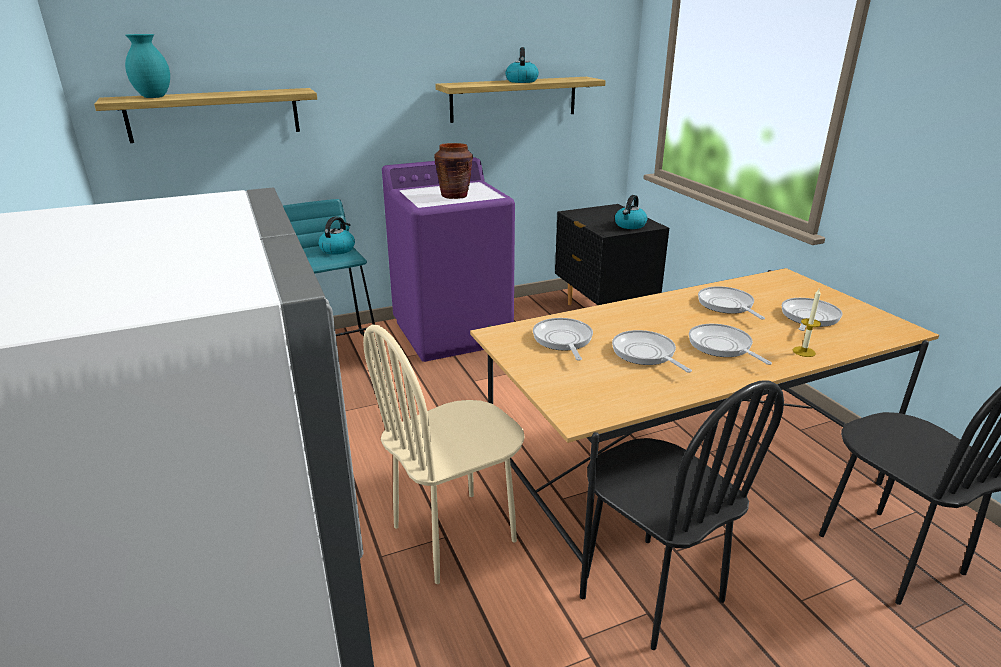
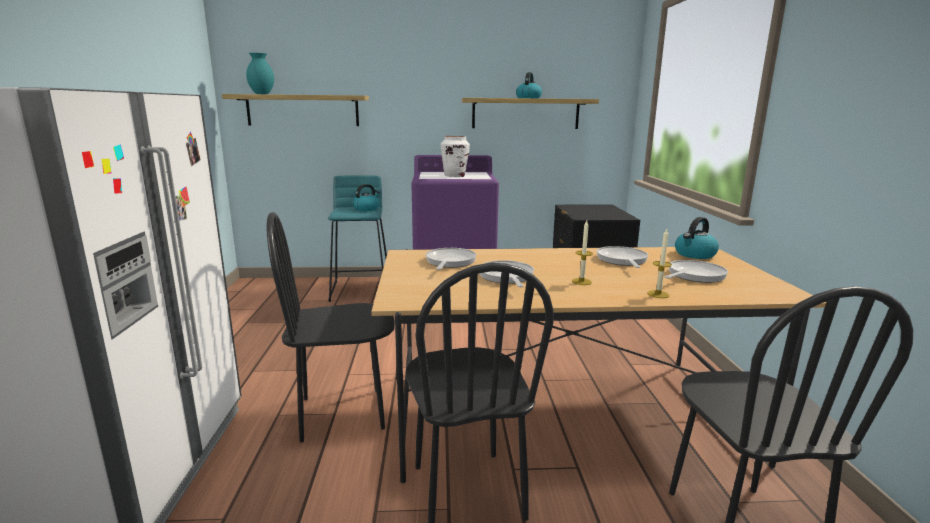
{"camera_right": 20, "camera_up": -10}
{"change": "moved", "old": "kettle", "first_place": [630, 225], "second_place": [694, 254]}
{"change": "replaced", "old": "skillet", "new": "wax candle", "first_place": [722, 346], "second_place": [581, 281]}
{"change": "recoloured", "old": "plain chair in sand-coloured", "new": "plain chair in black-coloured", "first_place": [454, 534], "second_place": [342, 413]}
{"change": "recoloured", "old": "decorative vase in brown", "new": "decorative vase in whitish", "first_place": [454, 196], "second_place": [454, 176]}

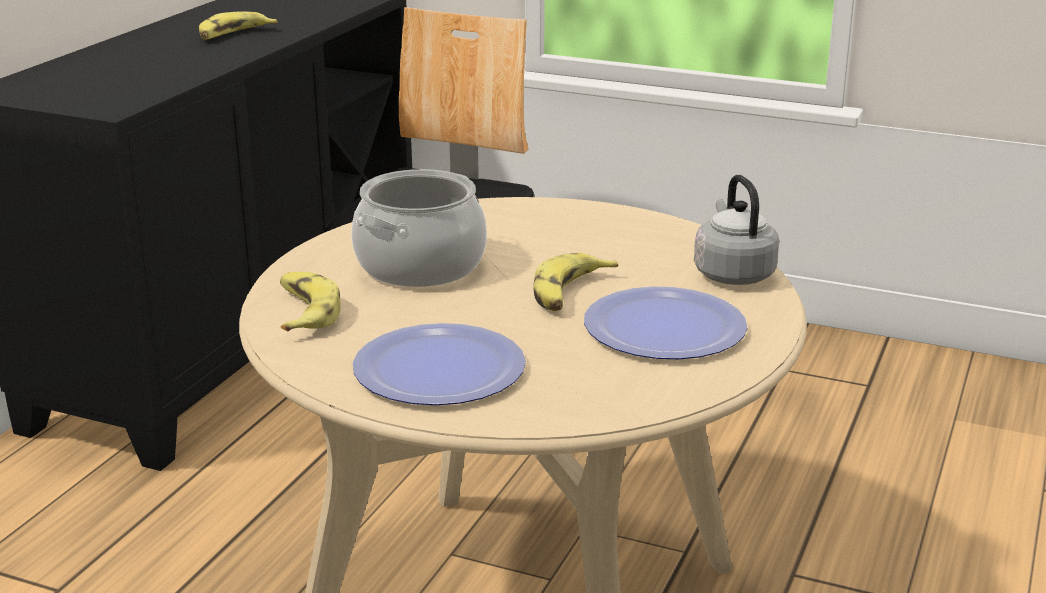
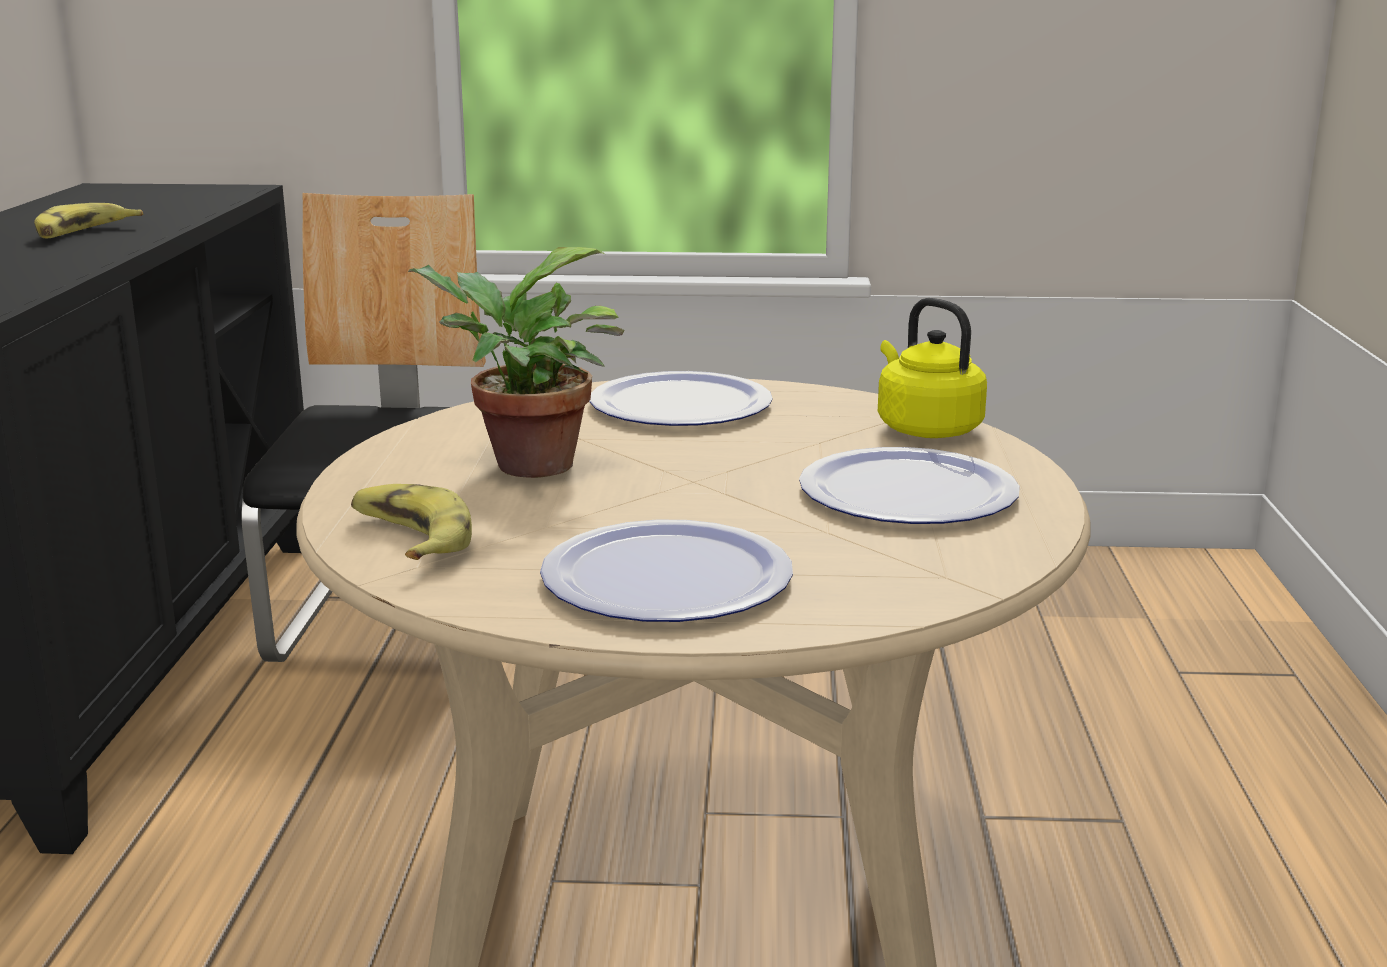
{"camera_right": -20, "camera_up": -5}
{"change": "removed", "old": "whole banana", "first_place": [569, 293]}
{"change": "added", "new": "dinner plate", "second_place": [680, 405]}
{"change": "replaced", "old": "stockpot", "new": "houseplant", "first_place": [419, 265], "second_place": [524, 466]}
{"change": "recoloured", "old": "kettle in gray", "new": "kettle in yellow-coloured", "first_place": [732, 273], "second_place": [925, 428]}

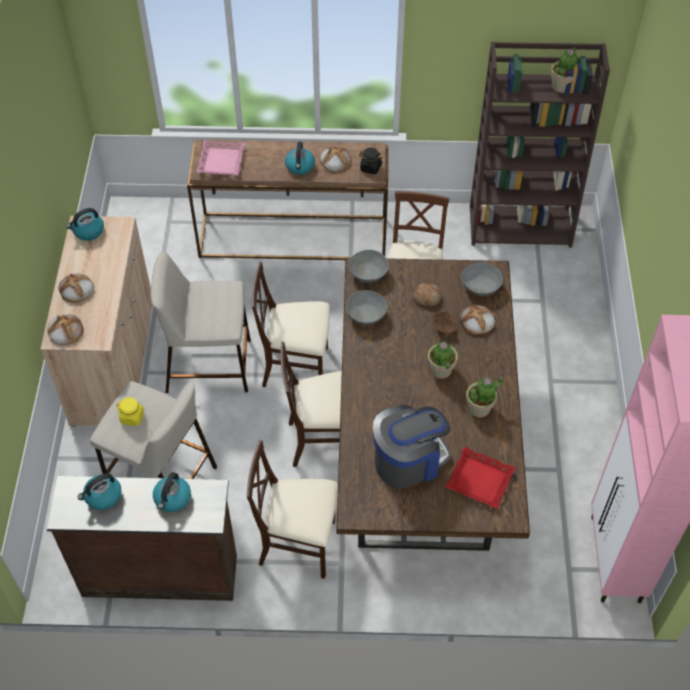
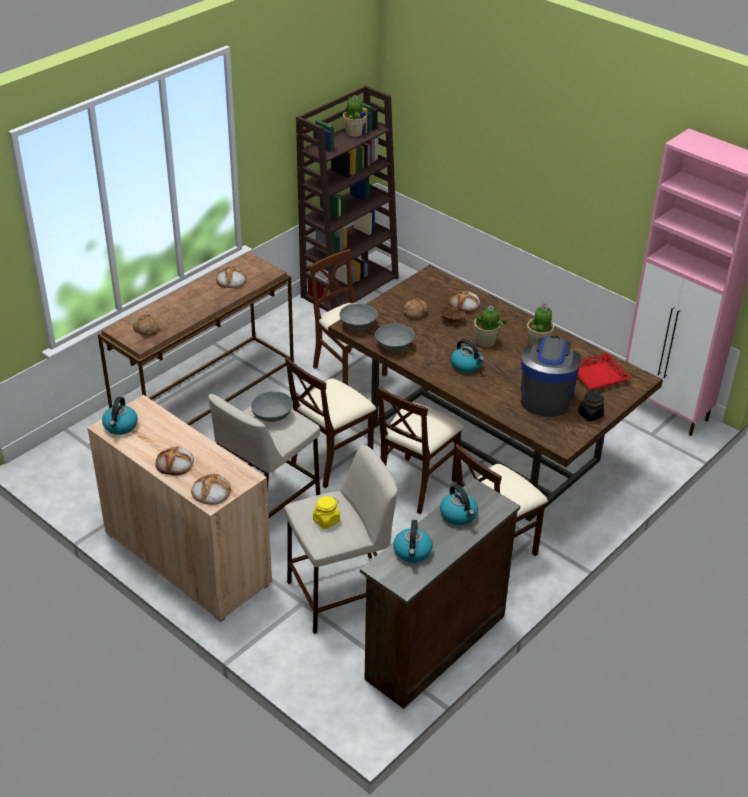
{"camera_right": -50, "camera_up": -15}
{"change": "moved", "old": "kettle", "first_place": [300, 166], "second_place": [467, 365]}
{"change": "moved", "old": "preserve jar in black-coloured", "first_place": [370, 168], "second_place": [590, 415]}
{"change": "moved", "old": "deep dish in gray", "first_place": [481, 286], "second_place": [272, 415]}
{"change": "replaced", "old": "tray in pink", "new": "bread", "first_place": [221, 161], "second_place": [146, 329]}

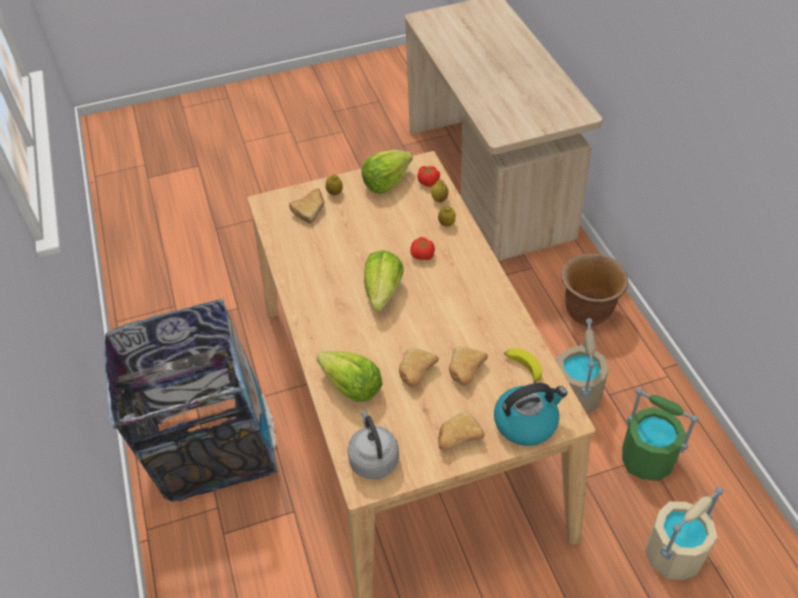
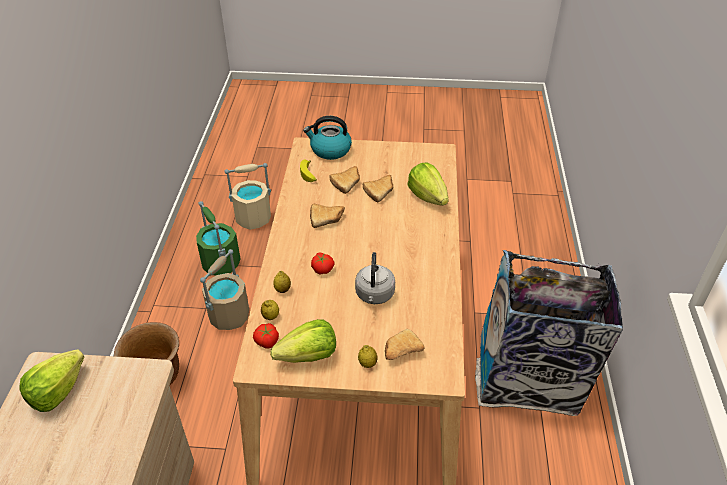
{"camera_right": -160, "camera_up": -5}
{"change": "moved", "old": "kettle in gray", "first_place": [373, 458], "second_place": [374, 295]}
{"change": "moved", "old": "head of lettuce", "first_place": [383, 292], "second_place": [57, 391]}
{"change": "moved", "old": "bread", "first_place": [456, 438], "second_place": [327, 219]}

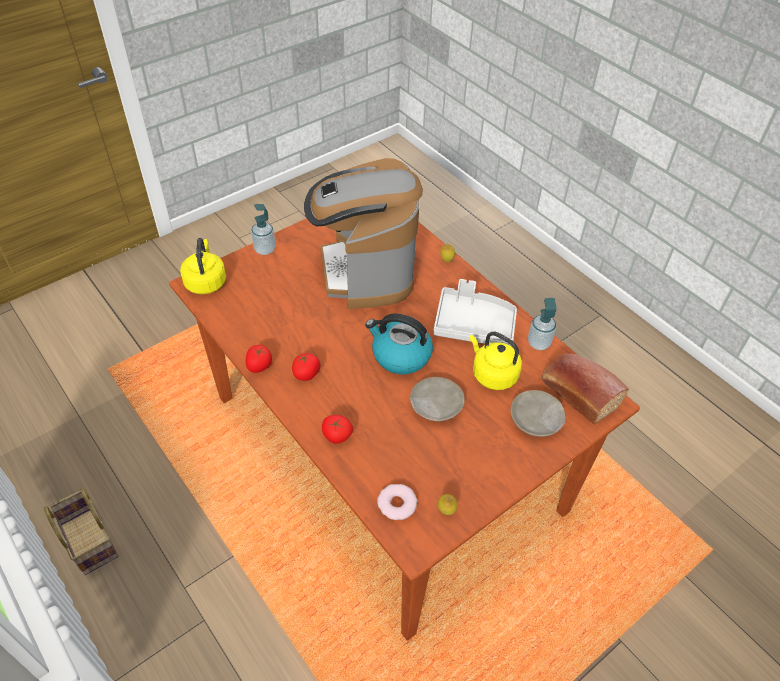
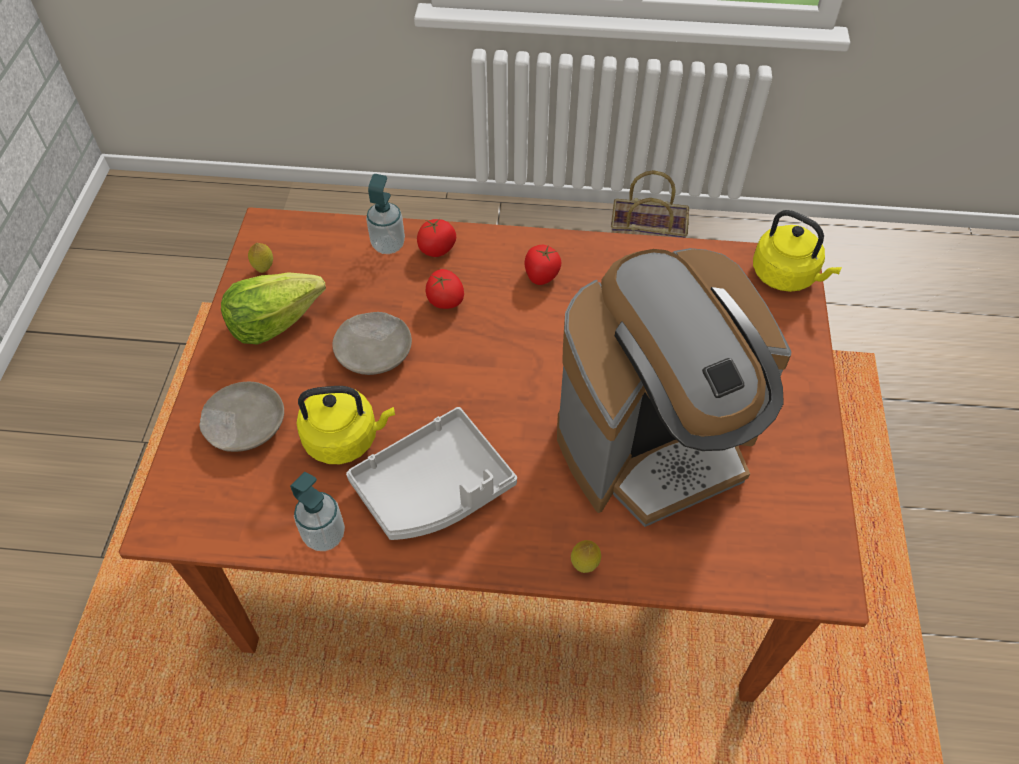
{"camera_right": 135, "camera_up": 5}
{"change": "removed", "old": "kettle", "first_place": [400, 355]}
{"change": "removed", "old": "donut", "first_place": [396, 504]}
{"change": "removed", "old": "bread", "first_place": [577, 393]}
{"change": "added", "new": "head of lettuce", "second_place": [274, 320]}
{"change": "moved", "old": "fresh tomato", "first_place": [259, 366], "second_place": [445, 300]}
{"change": "moved", "old": "soap dispenser", "first_place": [265, 249], "second_place": [388, 245]}
{"change": "turned", "old": "coffee machine", "first_place": [365, 271], "second_place": [656, 444], "degrees": 120}

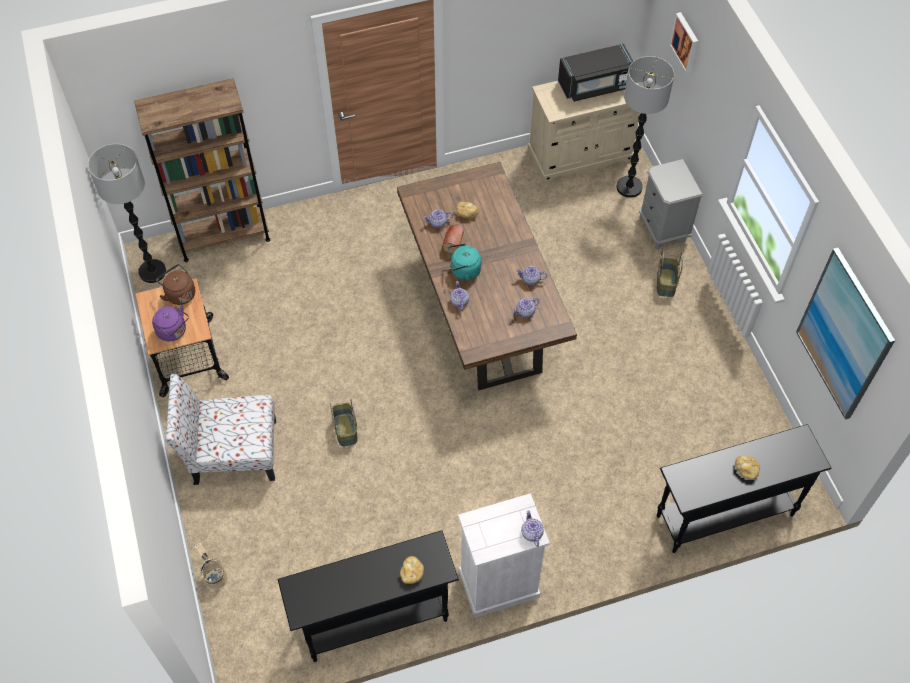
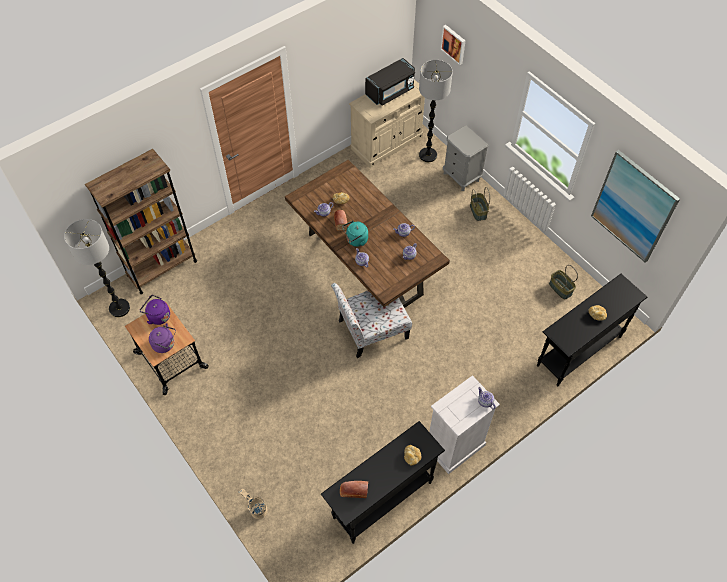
{"camera_right": -20, "camera_up": 0}
{"change": "added", "new": "bread", "second_place": [353, 491]}
{"change": "moved", "old": "plain chair", "first_place": [232, 452], "second_place": [371, 330]}
{"change": "moved", "old": "household basket", "first_place": [345, 429], "second_place": [560, 289]}
{"change": "recoloured", "old": "kettle in brown", "new": "kettle in purple-coloured", "first_place": [179, 293], "second_place": [158, 316]}

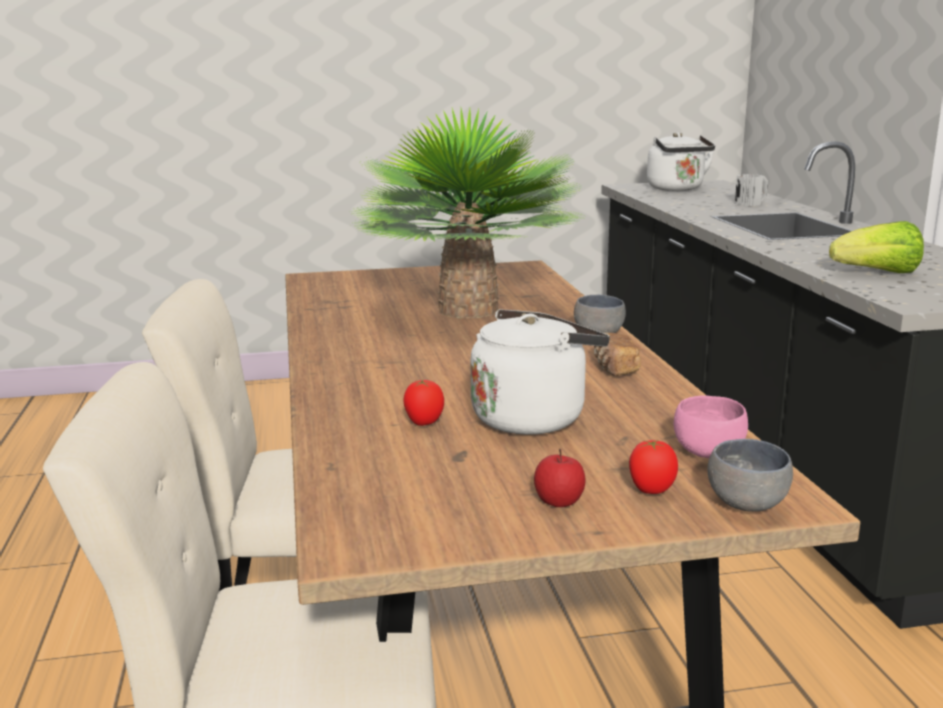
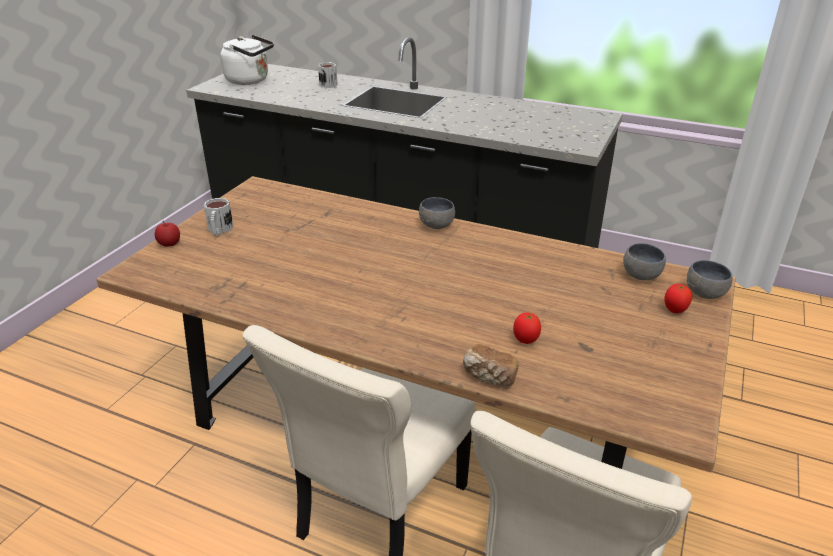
{"camera_right": -55, "camera_up": 15}
{"change": "removed", "old": "houseplant", "first_place": [468, 310]}
{"change": "removed", "old": "kettle in whitish", "first_place": [533, 417]}
{"change": "removed", "old": "head of lettuce", "first_place": [878, 273]}
{"change": "added", "new": "mug", "second_place": [219, 230]}
{"change": "moved", "old": "apple fruit", "first_place": [559, 501], "second_place": [169, 244]}
{"change": "moved", "old": "bread", "first_place": [614, 369], "second_place": [489, 376]}
{"change": "recoloured", "old": "deep dish in pink", "new": "deep dish in gray", "first_place": [709, 454], "second_place": [642, 276]}

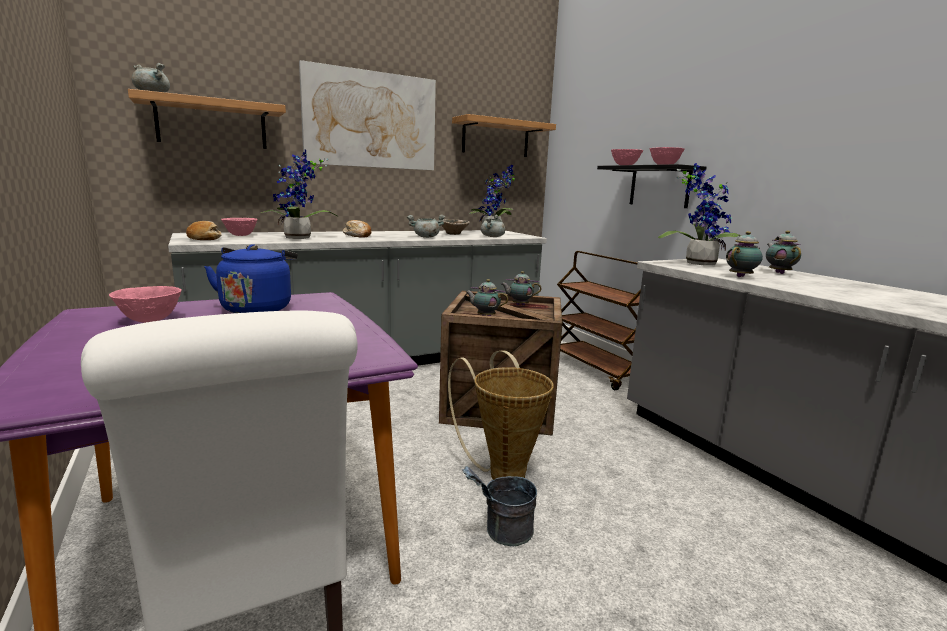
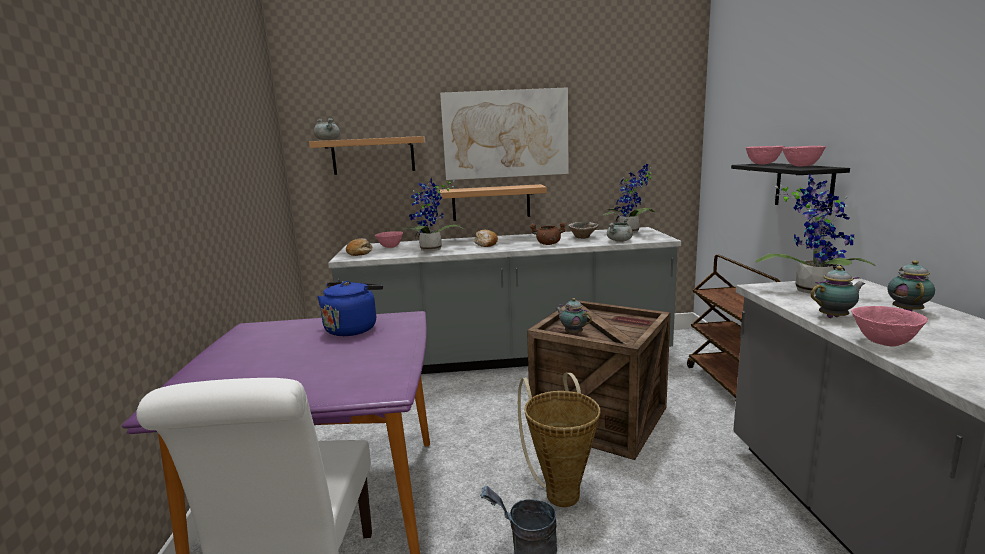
{"camera_right": 25, "camera_up": 0}
{"change": "removed", "old": "tea pot", "first_place": [519, 305]}
{"change": "moved", "old": "deep dish in pink", "first_place": [149, 320], "second_place": [883, 343]}
{"change": "moved", "old": "wall shelf", "first_place": [495, 138], "second_place": [491, 202]}
{"change": "recoloured", "old": "stockpot in gray", "new": "stockpot in brown", "first_place": [426, 237], "second_place": [548, 244]}

